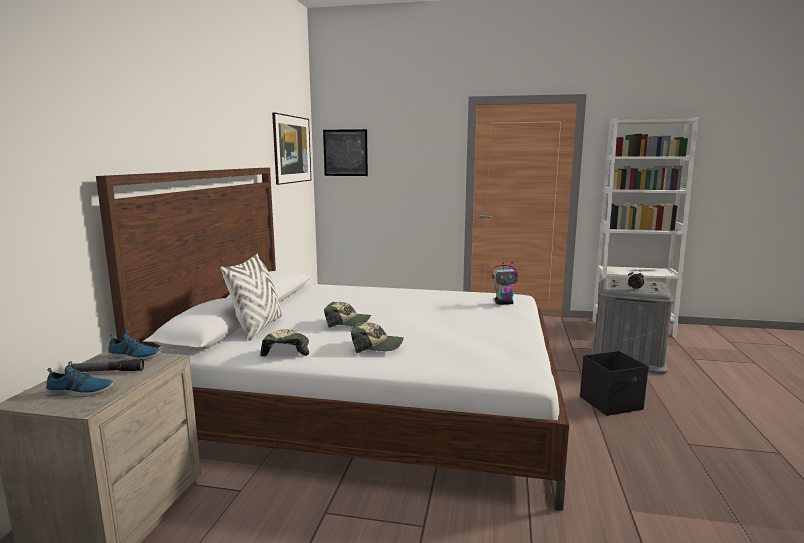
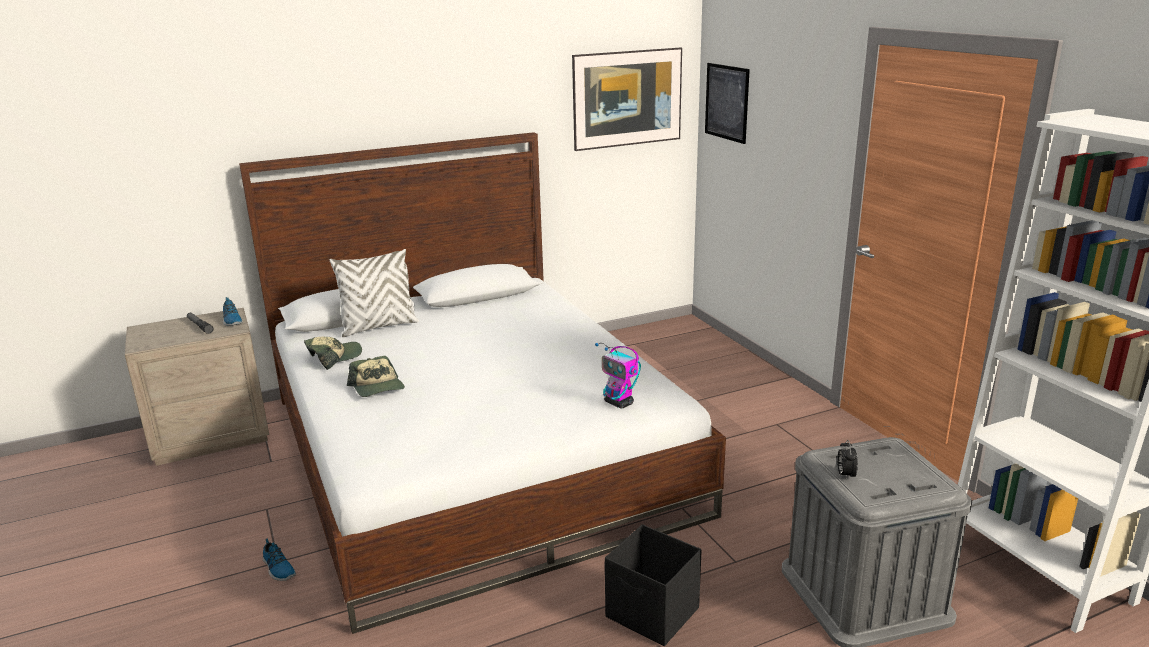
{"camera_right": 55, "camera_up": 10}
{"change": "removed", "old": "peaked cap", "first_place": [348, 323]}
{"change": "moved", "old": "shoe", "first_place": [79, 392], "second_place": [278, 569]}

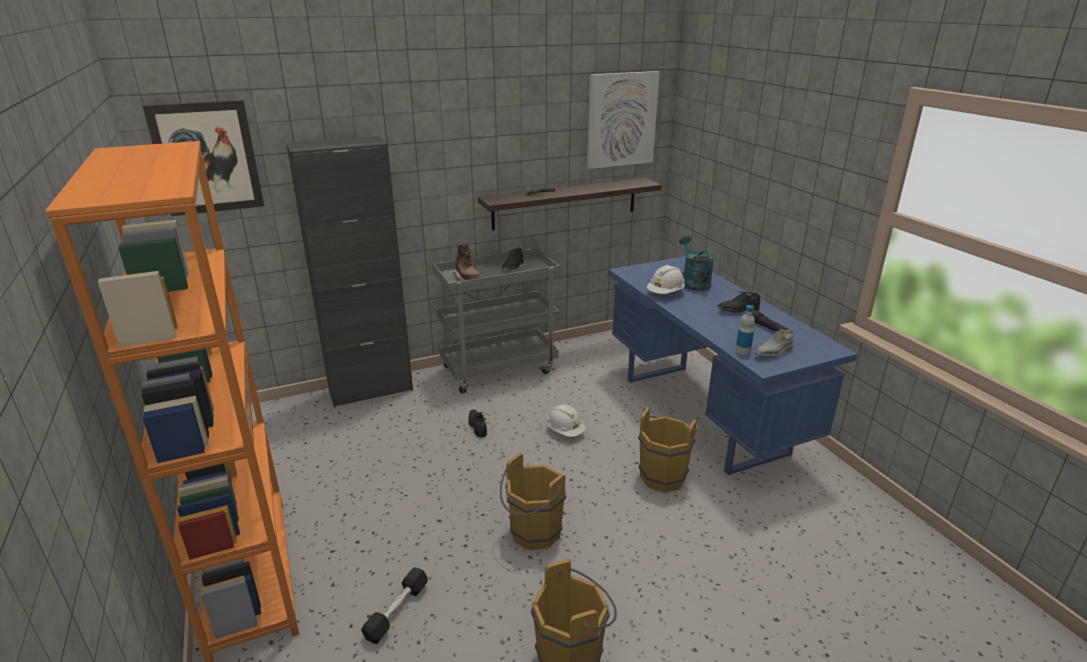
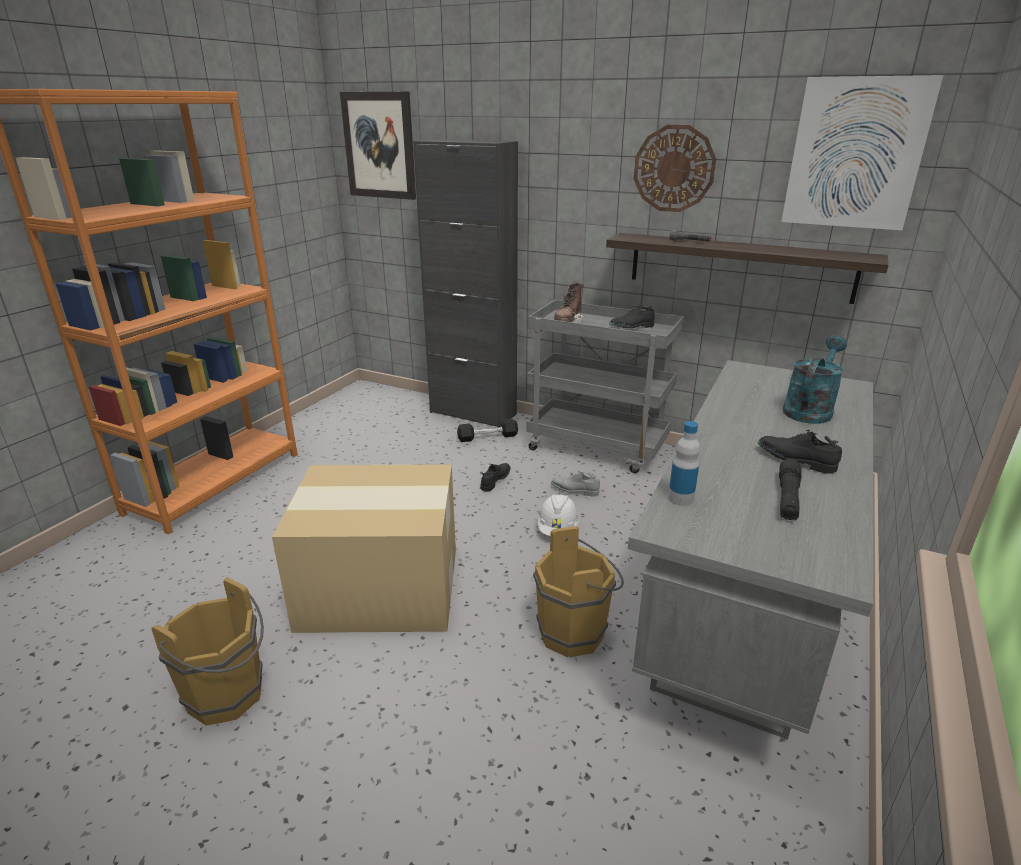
{"camera_right": 50, "camera_up": 0}
{"change": "removed", "old": "safety helmet in whitish", "first_place": [665, 293]}
{"change": "added", "new": "hanging clock", "second_place": [674, 169]}
{"change": "moved", "old": "free weight in black-coloured", "first_place": [397, 611], "second_place": [487, 437]}
{"change": "moved", "old": "shoe in gray", "first_place": [773, 353], "second_place": [574, 490]}
{"change": "replaced", "old": "bucket in brown", "new": "carton", "first_place": [532, 534], "second_place": [378, 587]}
{"change": "recoloured", "old": "desk in blue", "new": "desk in gray", "first_place": [704, 414], "second_place": [743, 612]}

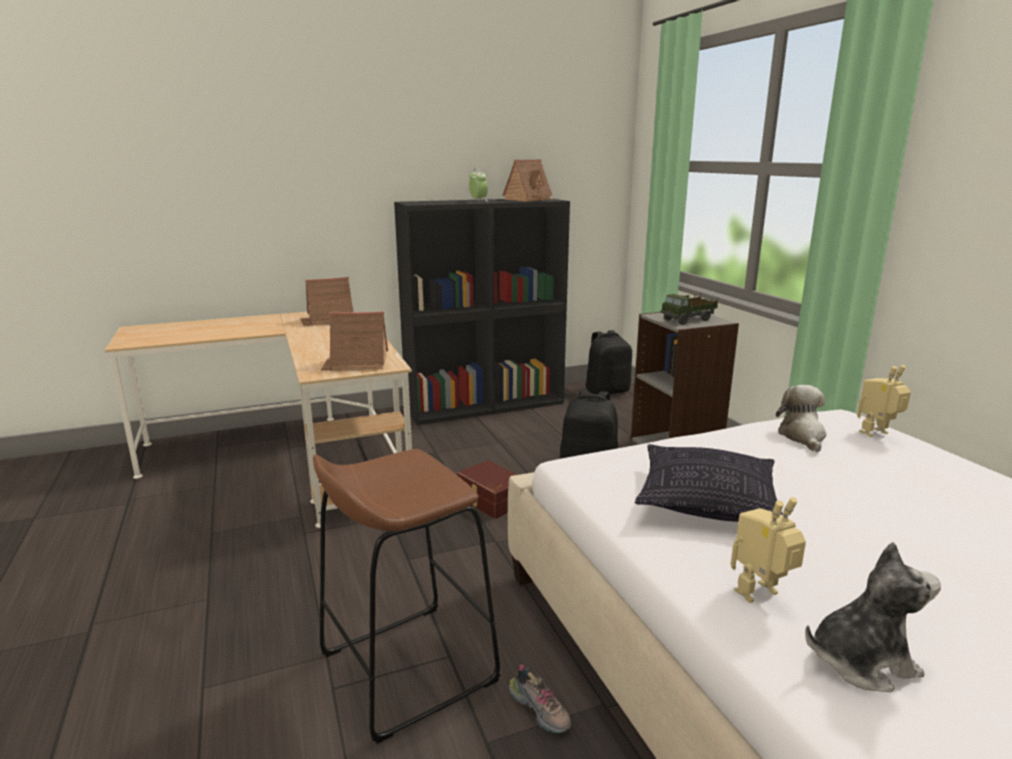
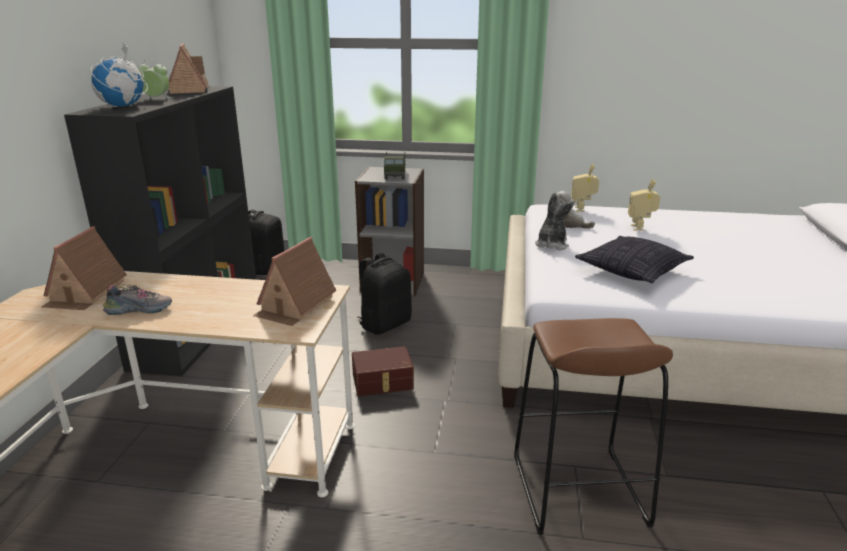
{"camera_right": -60, "camera_up": 5}
{"change": "added", "new": "desk globe", "second_place": [123, 106]}
{"change": "moved", "old": "shoe", "first_place": [541, 710], "second_place": [140, 310]}
{"change": "moved", "old": "toy robot", "first_place": [761, 596], "second_place": [640, 228]}
{"change": "moved", "old": "plush toy", "first_place": [860, 661], "second_place": [551, 245]}

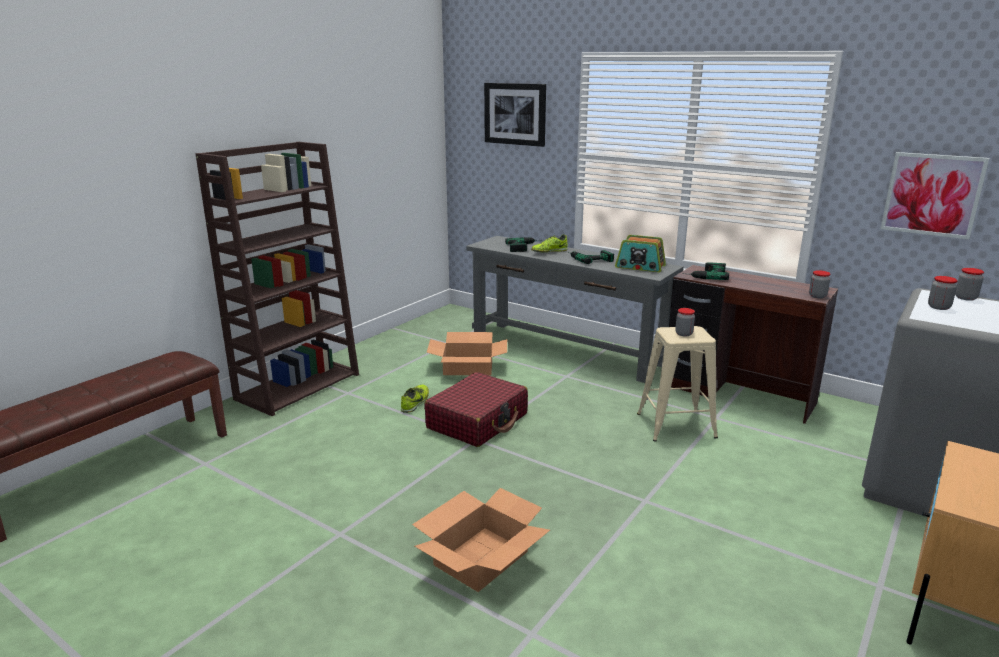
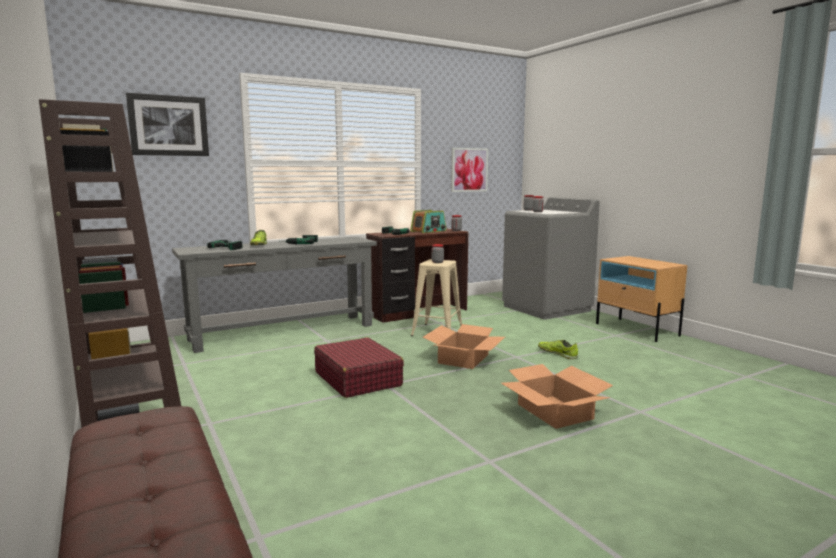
{"camera_right": -65, "camera_up": -10}
{"change": "moved", "old": "shoe", "first_place": [415, 402], "second_place": [557, 354]}
{"change": "moved", "old": "carton", "first_place": [468, 367], "second_place": [463, 358]}
{"change": "moved", "old": "radio receiver", "first_place": [640, 267], "second_place": [428, 231]}

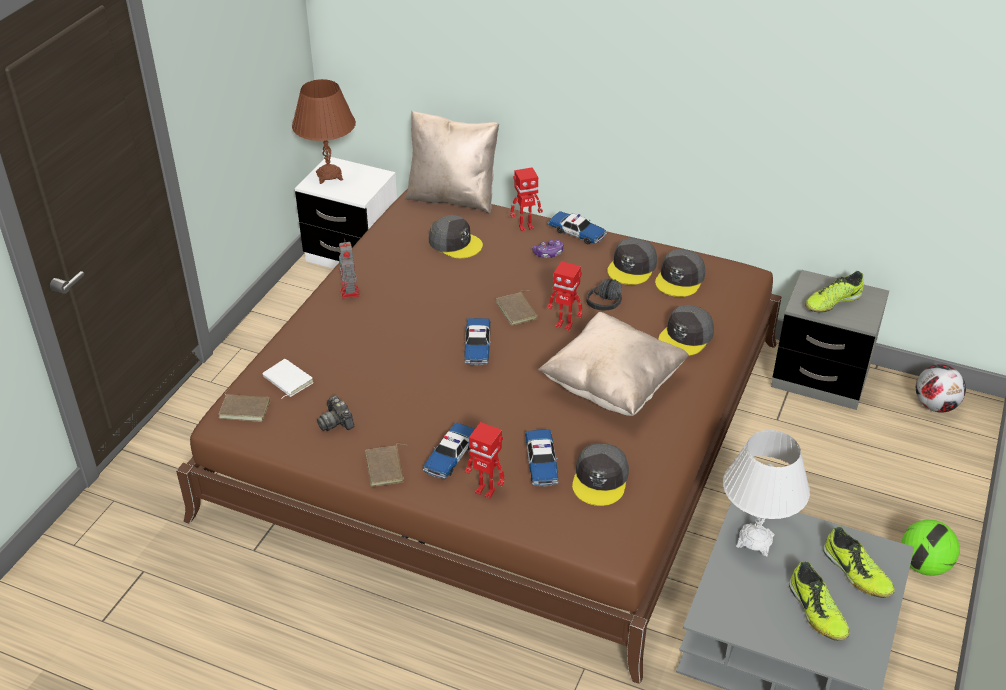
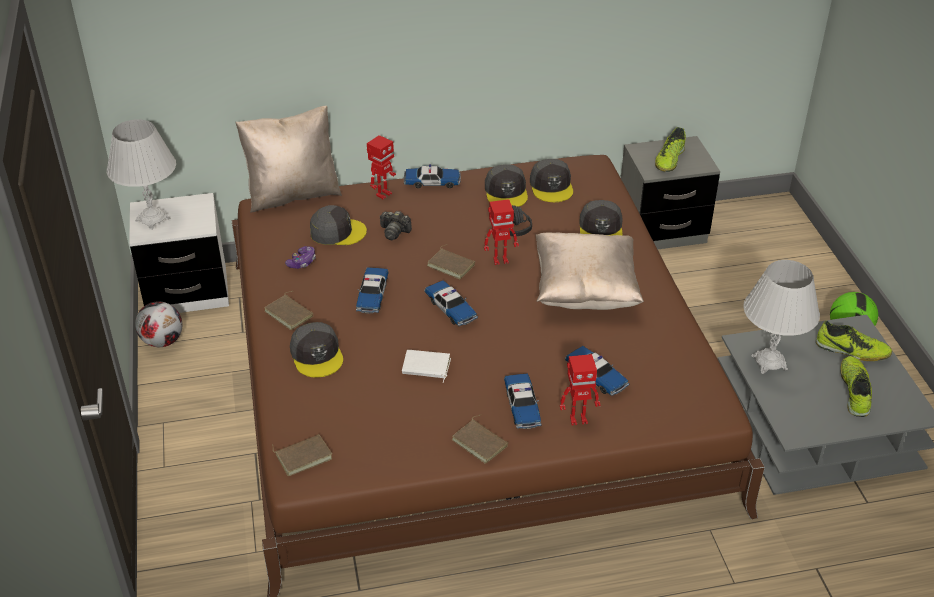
{"camera_right": -35, "camera_up": 0}
{"change": "added", "new": "miniature car", "second_place": [372, 295]}
{"change": "moved", "old": "book in whitish", "first_place": [286, 381], "second_place": [426, 367]}
{"change": "moved", "old": "still camera", "first_place": [336, 422], "second_place": [394, 232]}
{"change": "moved", "old": "gamepad", "first_place": [548, 253], "second_place": [302, 262]}
{"change": "moved", "old": "peaked cap in gray", "first_place": [600, 479], "second_place": [317, 355]}
{"change": "moved", "old": "ball for football", "first_place": [935, 405], "second_place": [163, 341]}
{"change": "replaced", "old": "toy robot", "new": "book in brown", "first_place": [350, 293], "second_place": [290, 313]}
{"change": "recoloured", "old": "lamp for a table in brown", "new": "lamp for a table in whitish", "first_place": [329, 176], "second_place": [153, 219]}
{"change": "turned", "old": "shoe", "first_place": [816, 611], "second_place": [855, 391], "degrees": -120}

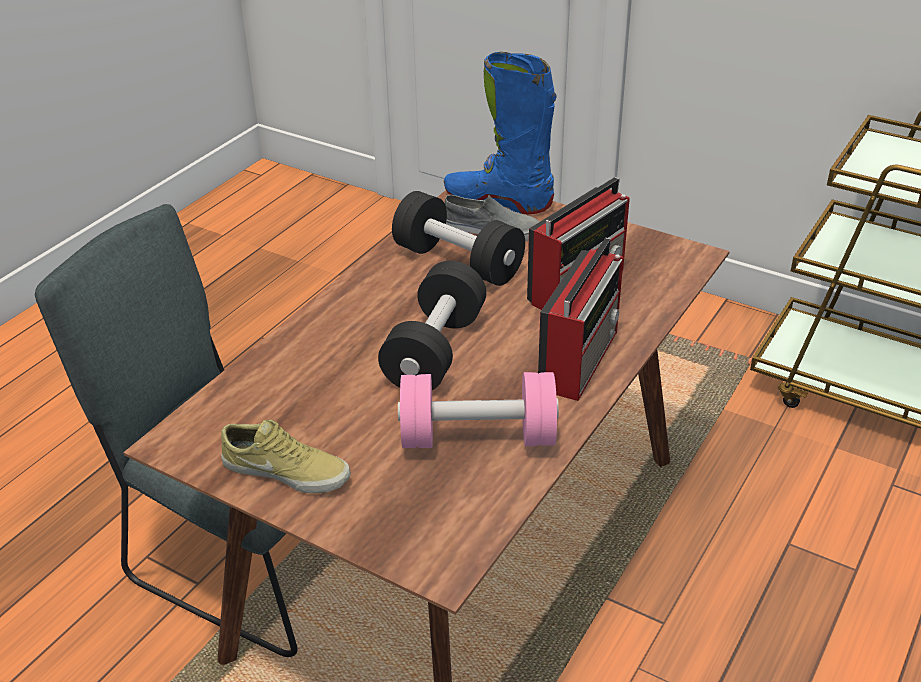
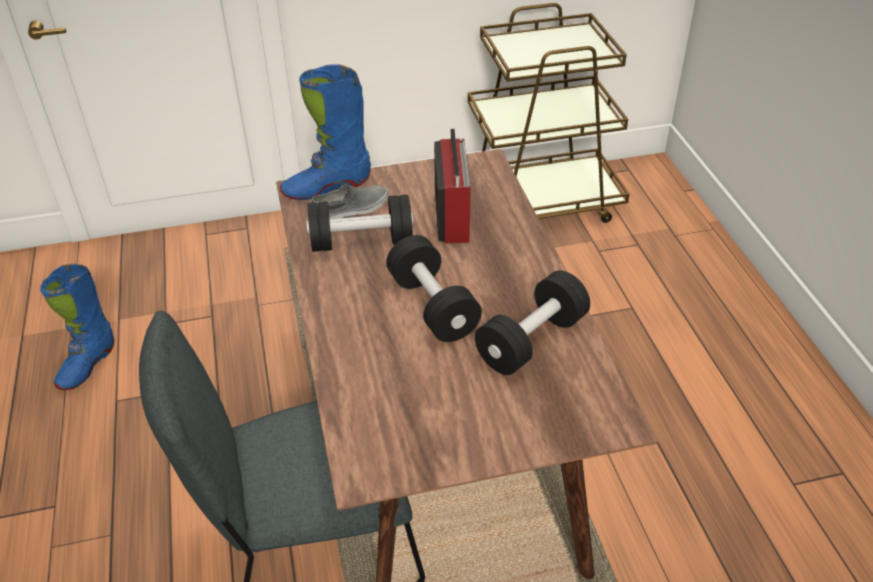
{"camera_right": -45, "camera_up": 5}
{"change": "removed", "old": "shoe in sand-coloured", "first_place": [287, 470]}
{"change": "removed", "old": "radio receiver", "first_place": [580, 358]}
{"change": "added", "new": "boot in blue", "second_place": [87, 365]}
{"change": "recoloured", "old": "free weight in pink", "new": "free weight in black-coloured", "first_place": [478, 437], "second_place": [531, 340]}

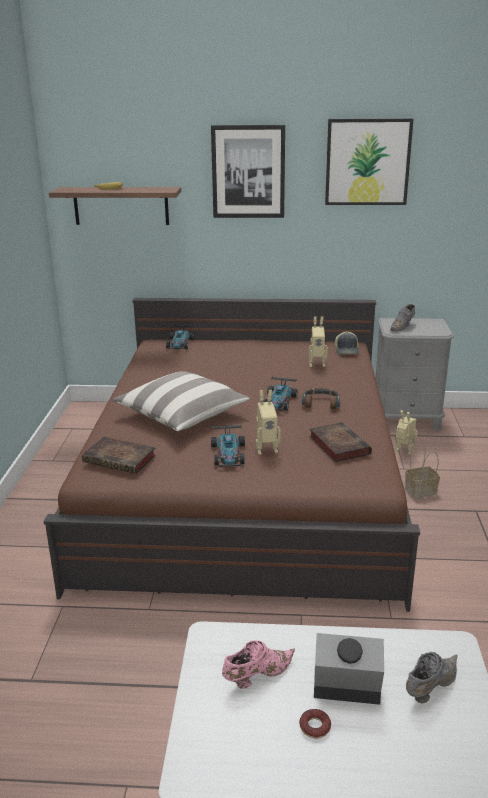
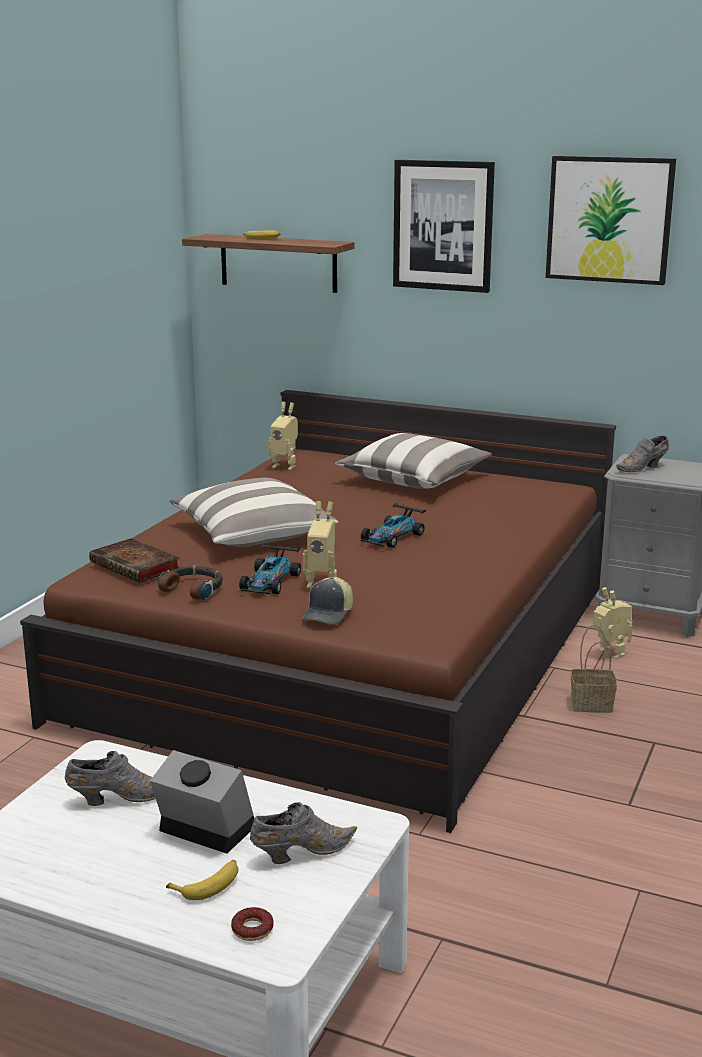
{"camera_right": 20, "camera_up": -5}
{"change": "removed", "old": "miniature car", "first_place": [180, 343]}
{"change": "removed", "old": "book", "first_place": [337, 445]}
{"change": "added", "new": "whole banana", "second_place": [208, 885]}
{"change": "added", "new": "pillow", "second_place": [413, 479]}
{"change": "moved", "old": "donut", "first_place": [315, 727], "second_place": [252, 929]}
{"change": "moved", "old": "headset", "first_place": [321, 403], "second_place": [193, 589]}
{"change": "moved", "old": "toy robot", "first_place": [316, 363], "second_place": [285, 466]}
{"change": "moved", "old": "peaked cap", "first_place": [347, 350], "second_place": [329, 614]}
{"change": "recoloured", "old": "shoe in pink", "new": "shoe in gray", "first_place": [256, 675], "second_place": [116, 798]}

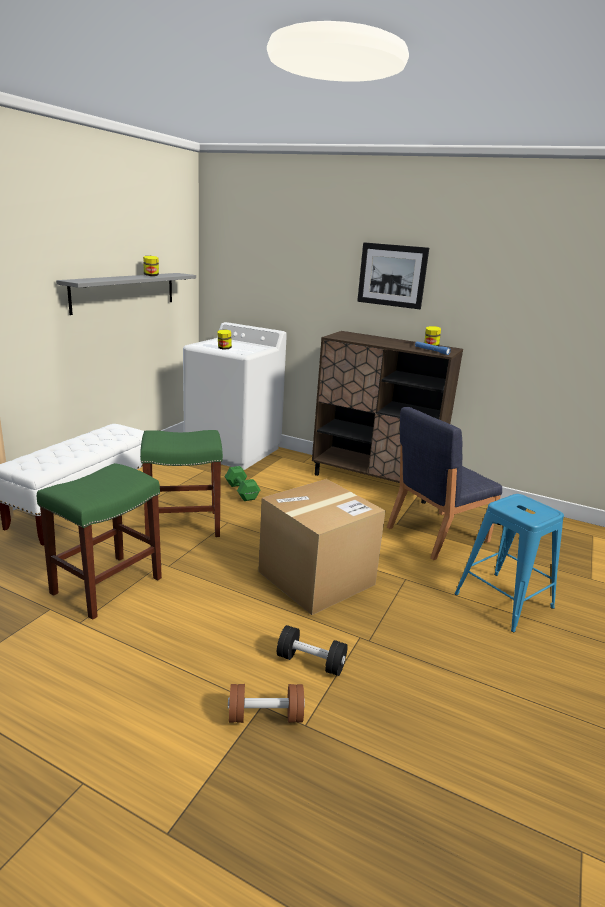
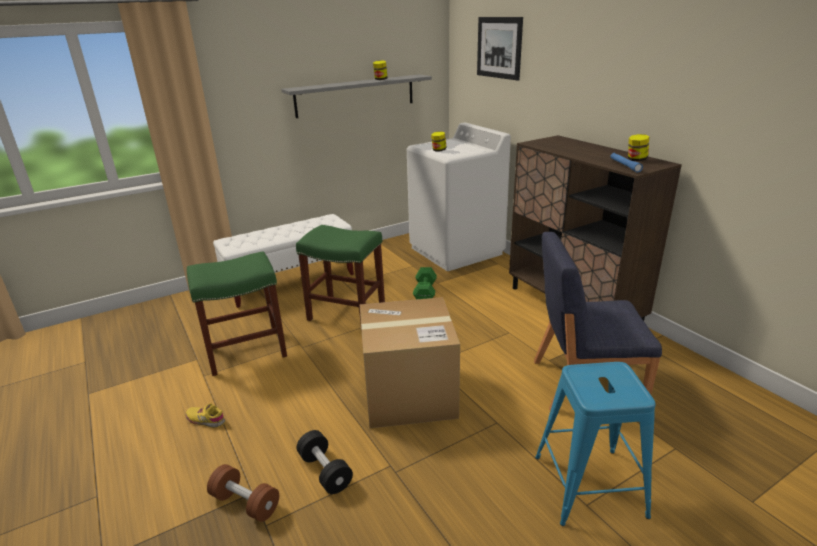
{"camera_right": 35, "camera_up": 5}
{"change": "added", "new": "shoe in yellow-coloured", "second_place": [206, 420]}
{"change": "moved", "old": "wall art", "first_place": [392, 275], "second_place": [499, 47]}

